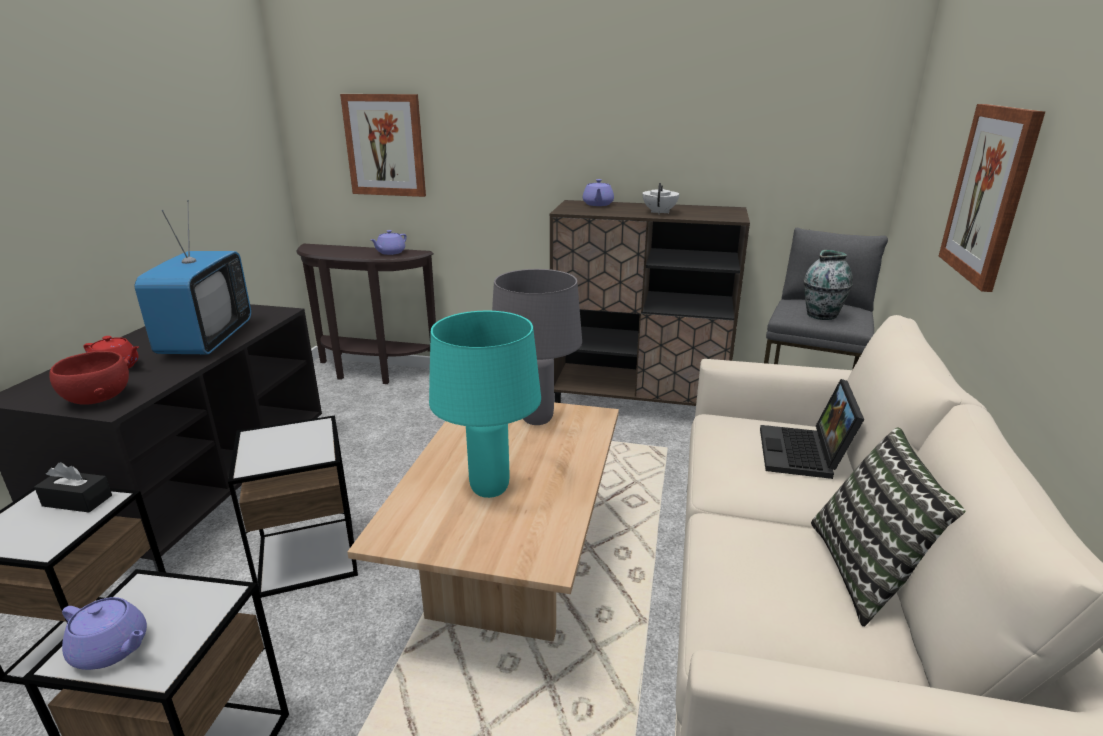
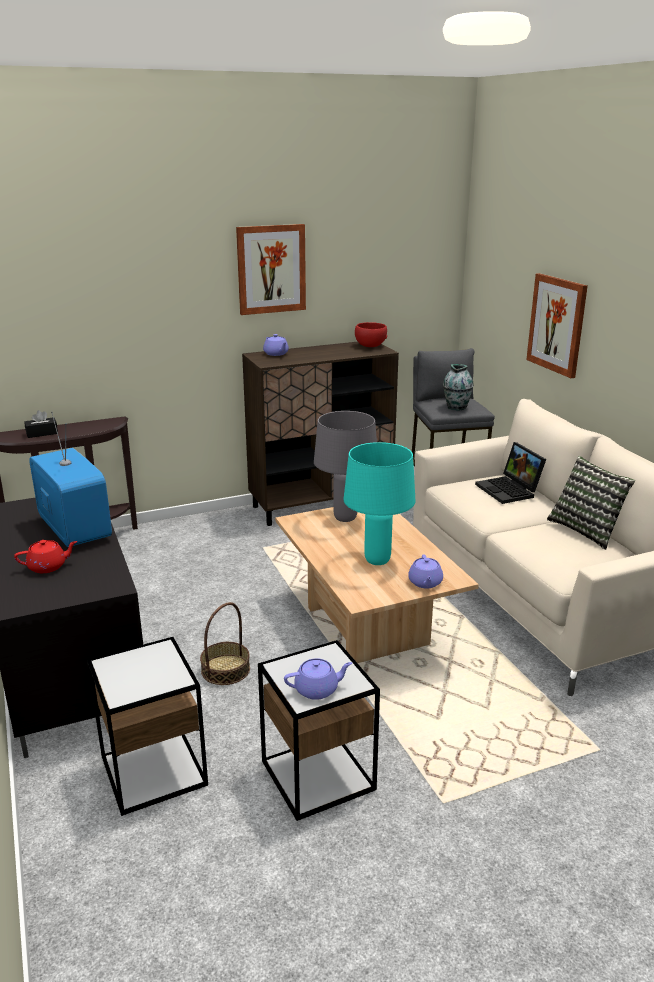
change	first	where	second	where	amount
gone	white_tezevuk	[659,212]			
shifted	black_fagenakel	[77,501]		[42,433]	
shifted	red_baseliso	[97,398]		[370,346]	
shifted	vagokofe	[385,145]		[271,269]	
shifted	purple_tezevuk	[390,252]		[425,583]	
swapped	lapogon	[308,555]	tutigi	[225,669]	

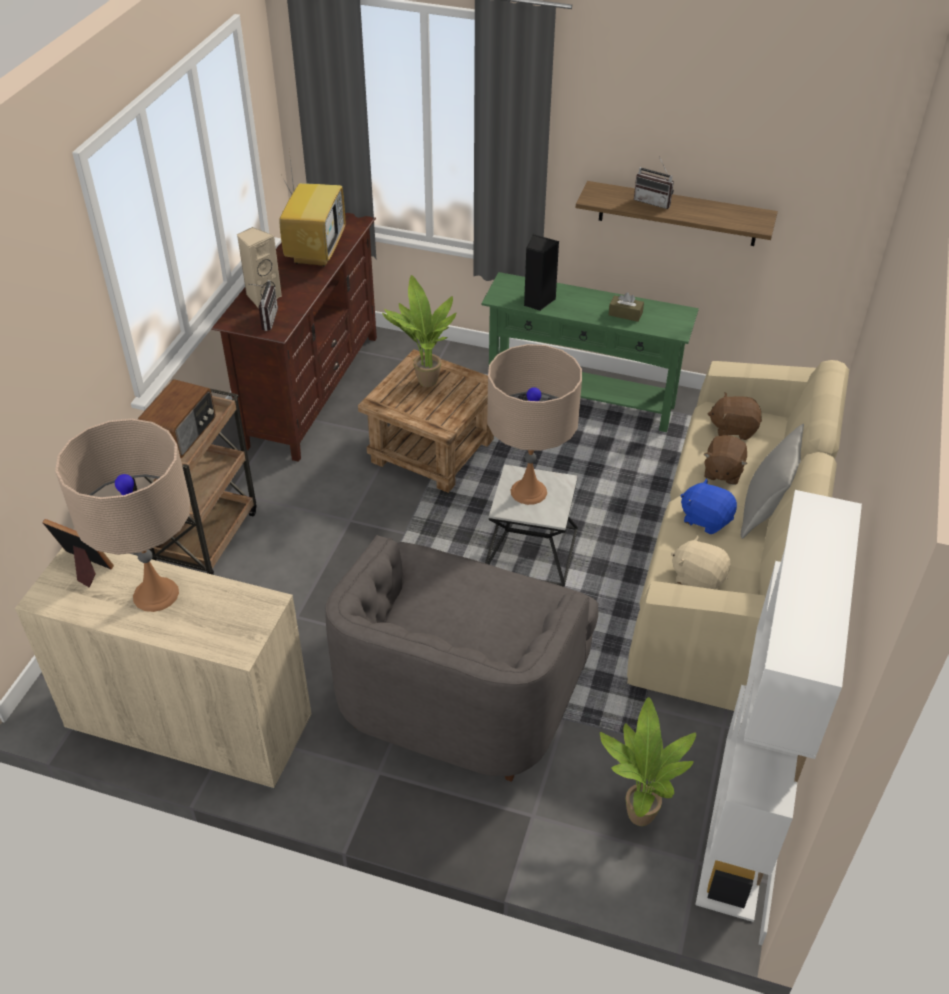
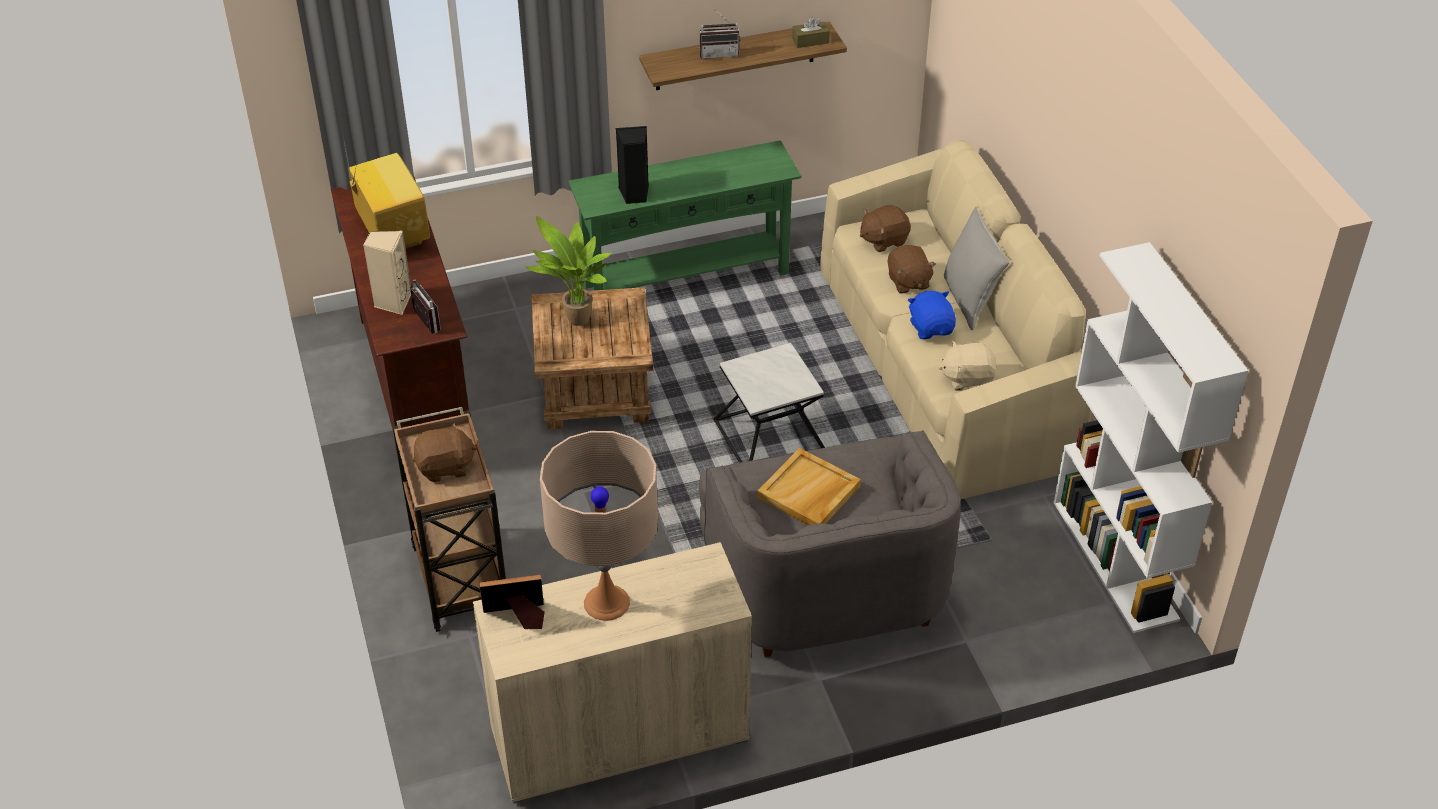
change	first	where	second	where	amount
gone	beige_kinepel	[529,491]			
gone	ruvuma	[635,815]			
new			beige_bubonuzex	[809,493]	
shifted	brown_fagenakel	[625,314]		[810,41]	
swapped	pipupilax	[182,433]	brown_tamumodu	[445,467]	
rotated	blue_tamumodu	[706,519]		[931,328]	75 degrees clockwise

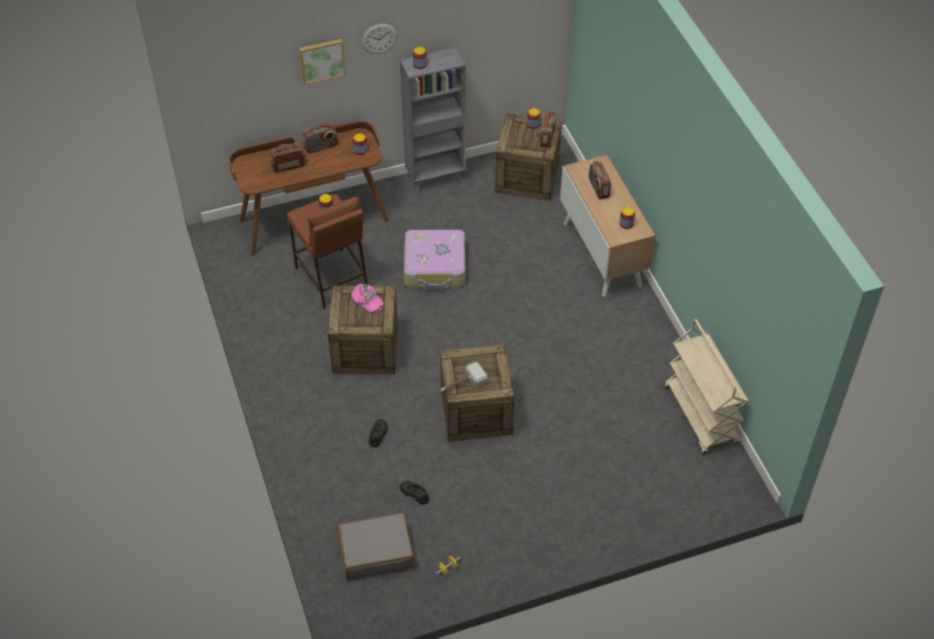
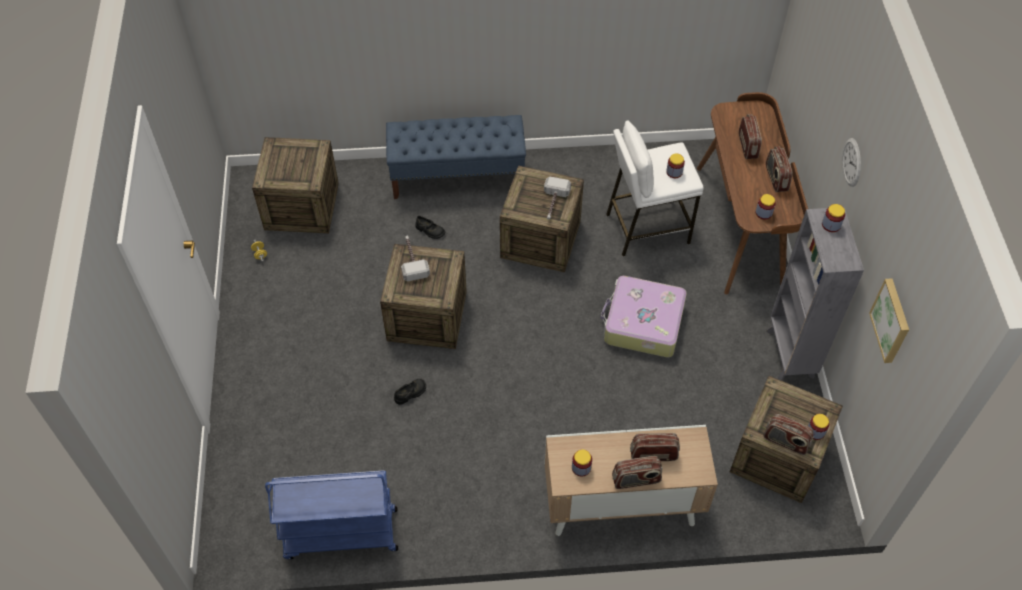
change	first	where	second	where	amount
new			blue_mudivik	[458,177]	
new			pipupilax	[636,480]	
shifted	vagokofe	[322,60]		[892,320]	
shifted	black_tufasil	[415,493]		[410,393]	
swapped	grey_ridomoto	[376,552]	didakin	[301,206]	
swapped	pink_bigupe	[367,300]	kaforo	[553,203]	
repainted	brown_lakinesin	[332,279]	white_lakinesin	[647,228]	
repainted	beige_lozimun	[701,415]	blue_lozimun	[340,534]	

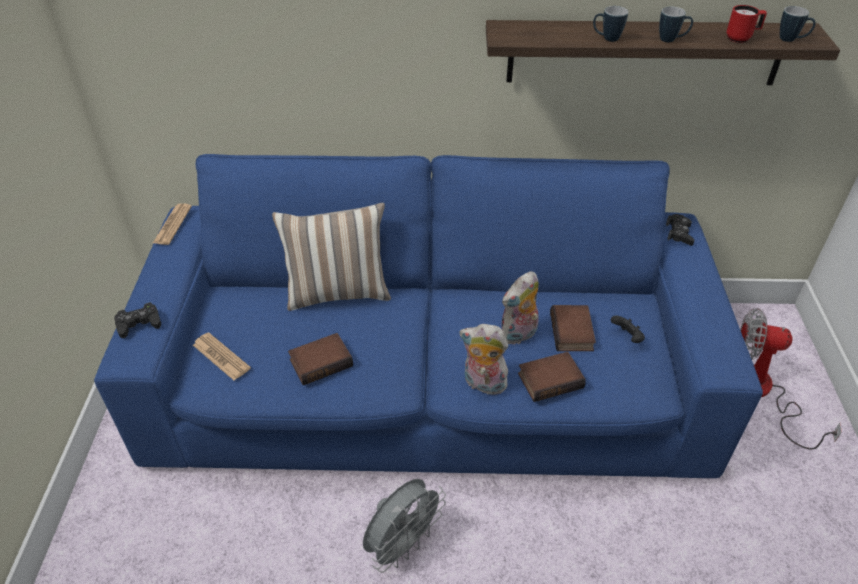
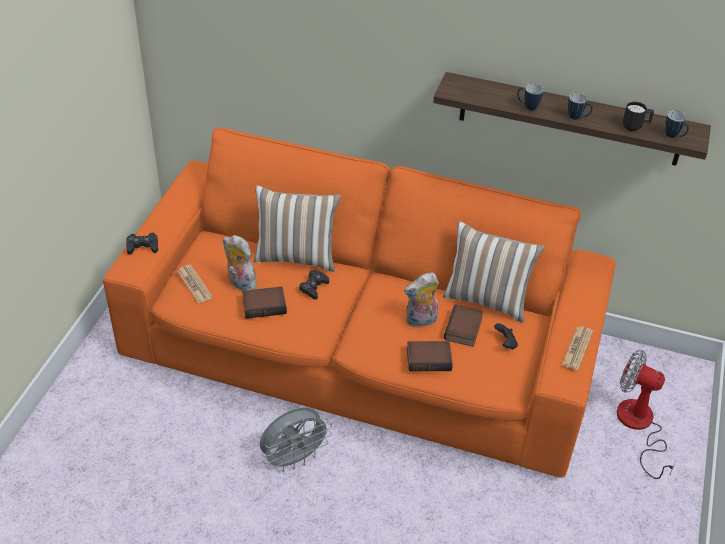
change	first	where	second	where	amount
new			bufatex	[487,299]	
shifted	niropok	[172,225]		[577,348]	
shifted	tamumodu	[483,384]		[239,283]	
shifted	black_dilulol	[679,234]		[314,287]	
repainted	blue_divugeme	[429,385]	orange_divugeme	[359,350]	
repainted	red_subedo	[742,38]	black_subedo	[635,127]	

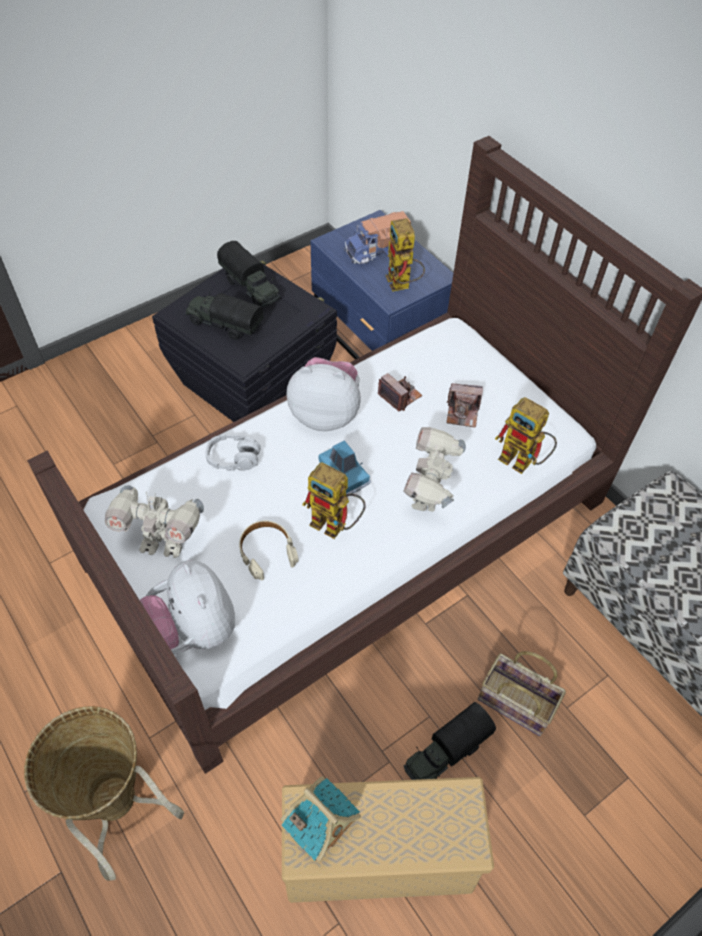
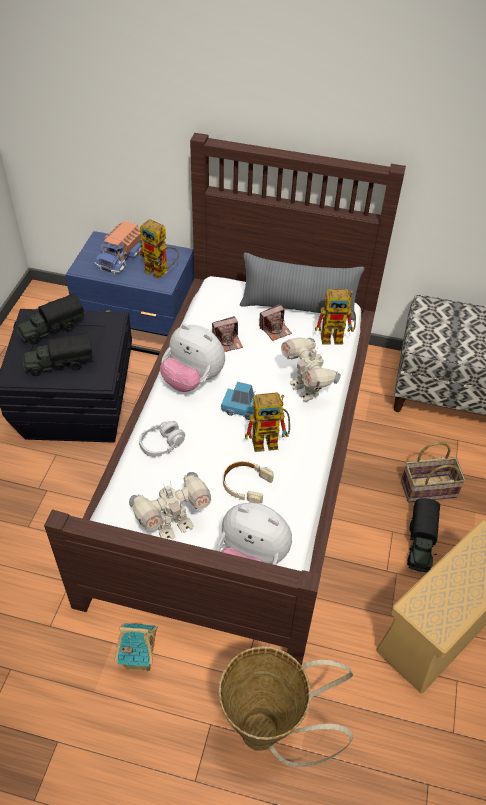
change	first	where	second	where	amount
new			grey_bufatex	[298,307]	
shifted	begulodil	[320,829]		[138,658]	
rotated	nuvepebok	[251,288]		[51,329]	135 degrees clockwise
rotated	tamumodu	[326,414]		[192,379]	120 degrees counterclockwise
rotated	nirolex	[399,396]		[227,341]	150 degrees clockwise

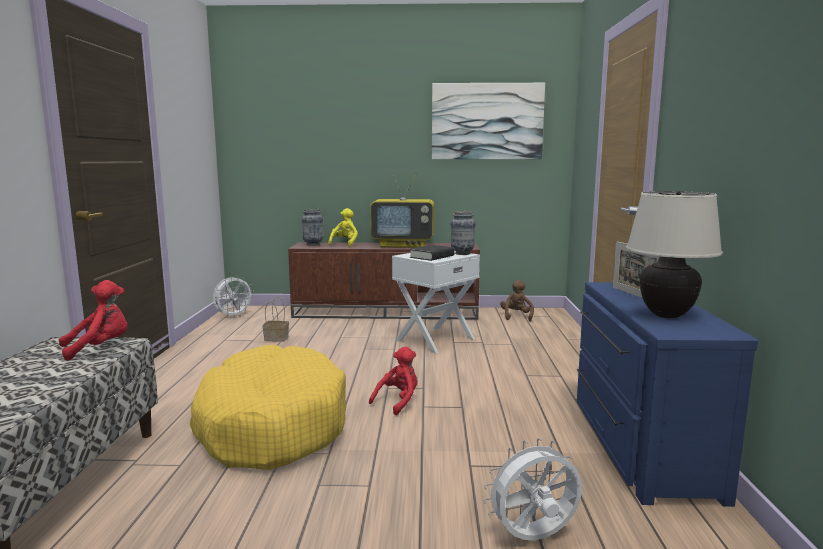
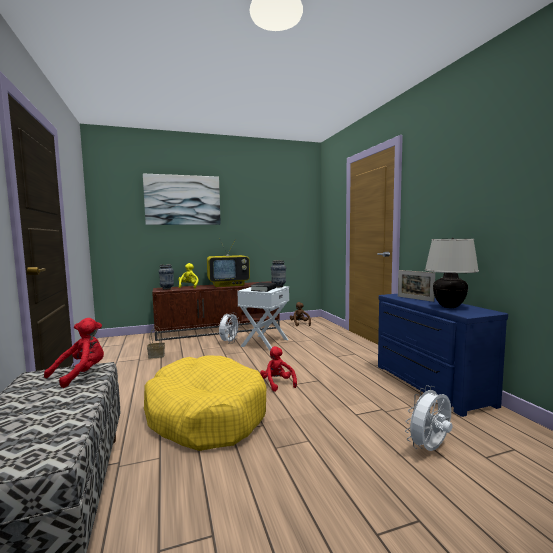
change	first	where	second	where	amount
shifted	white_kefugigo	[233,316]		[229,342]	
shifted	vagokofe	[487,121]		[183,200]	
rotated	red_tamumodu	[398,402]		[277,384]	45 degrees counterclockwise

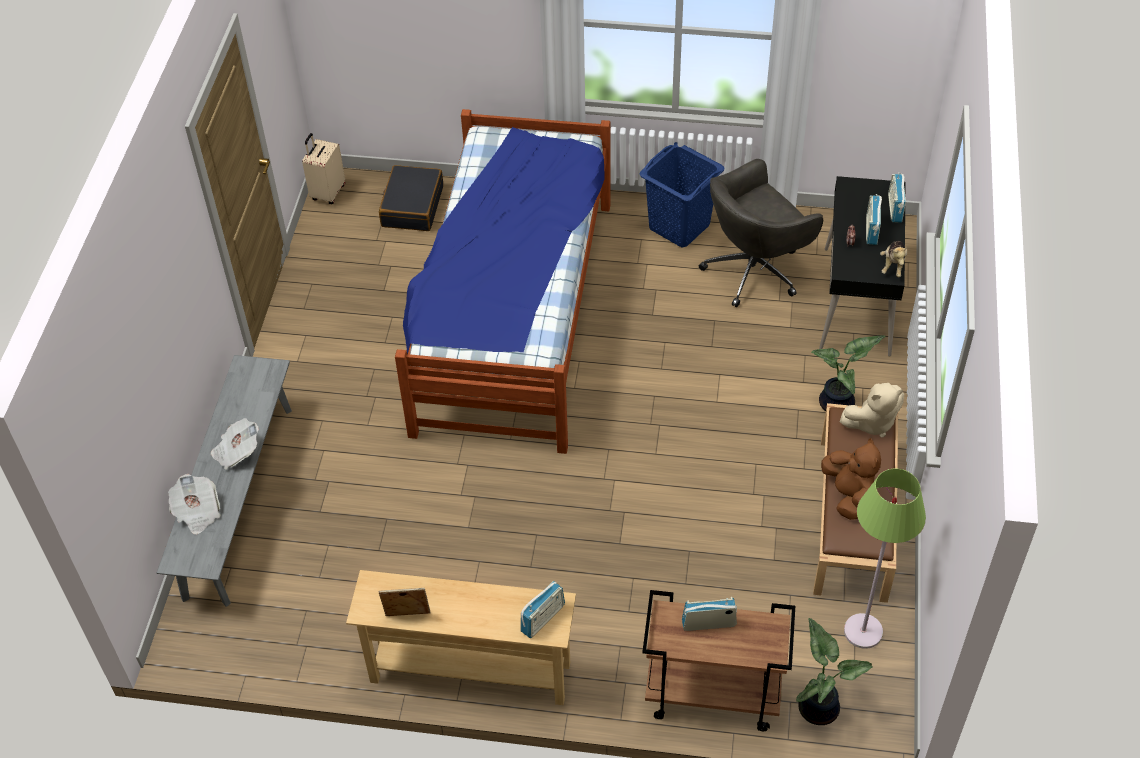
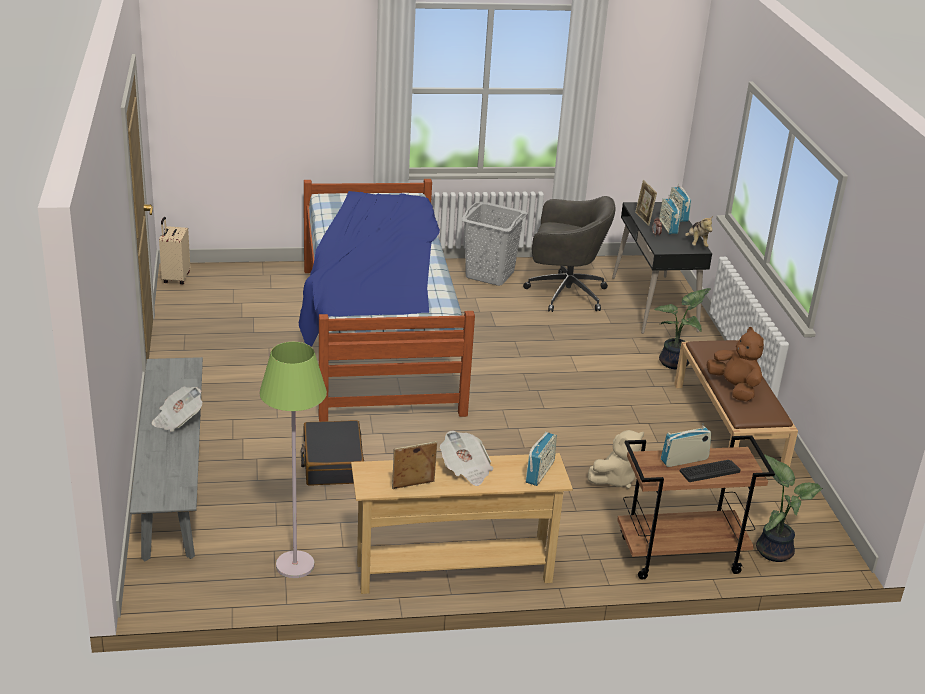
change	first	where	second	where	amount
new			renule	[643,219]	
new			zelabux	[709,471]	
shifted	niropok	[197,512]		[466,470]	
shifted	black_ridomoto	[412,206]		[332,463]	
shifted	beige_tamumodu	[872,422]		[615,479]	
shifted	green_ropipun	[862,631]		[294,565]	
repainted	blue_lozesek	[679,227]	grey_lozesek	[490,275]	
rotated	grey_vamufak	[755,269]		[564,293]	120 degrees counterclockwise

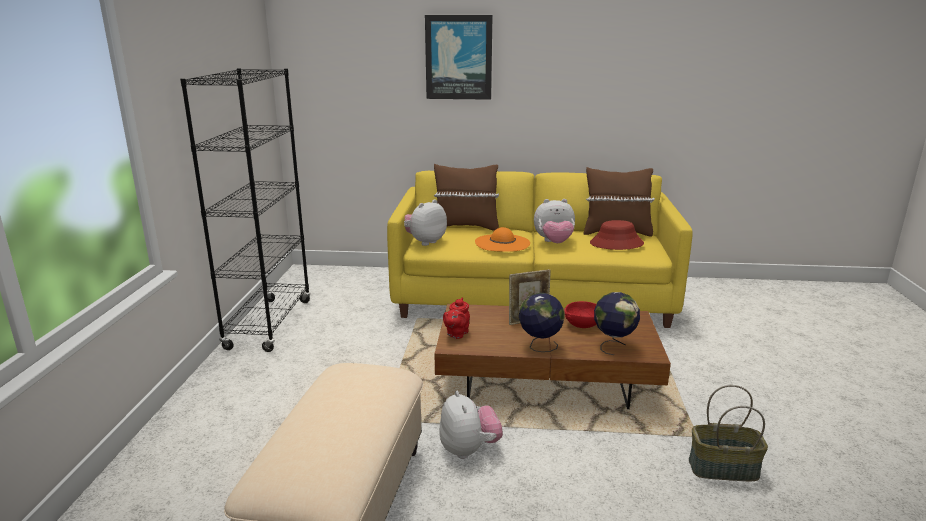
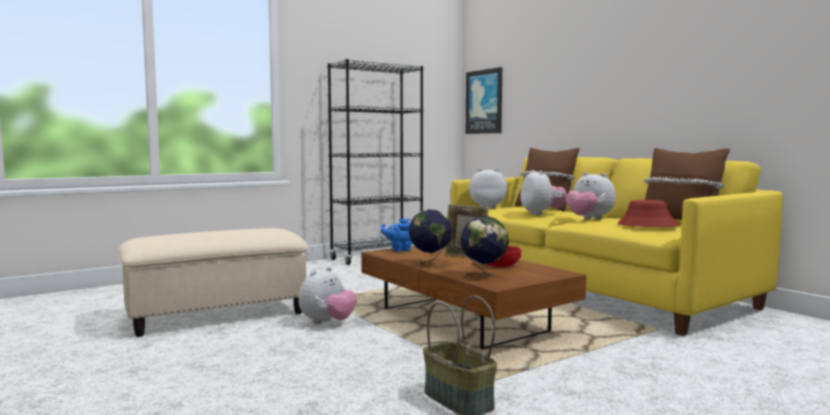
change	first	where	second	where	amount
shifted	vagokofe	[458,57]		[484,102]	
swapped	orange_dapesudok	[502,243]	tamumodu	[541,214]	
repainted	red_tezevuk	[456,334]	blue_tezevuk	[399,250]	

